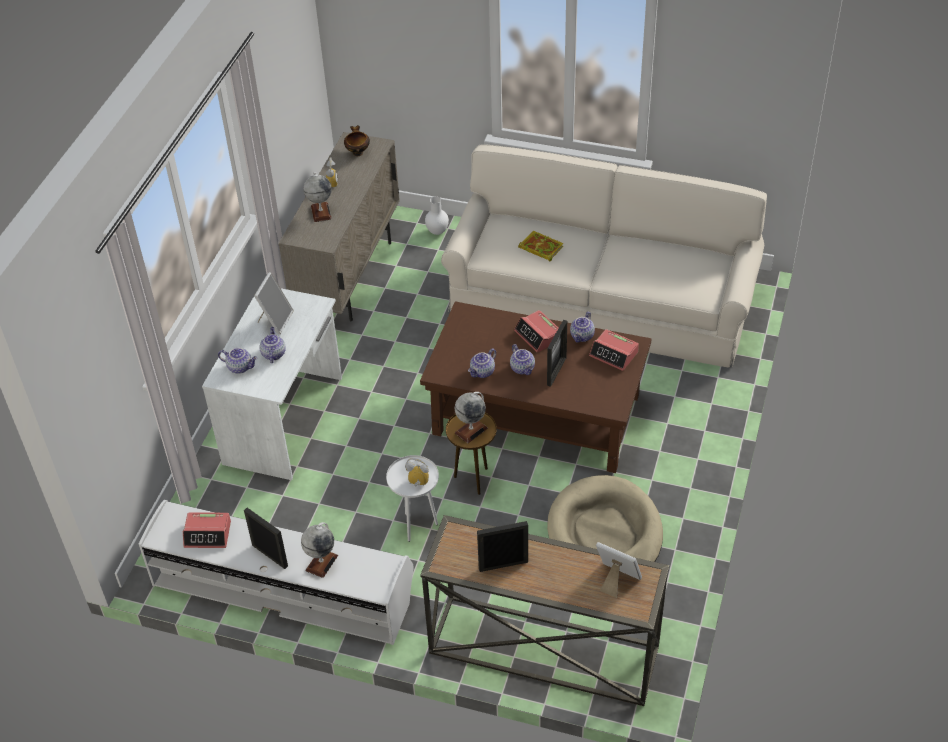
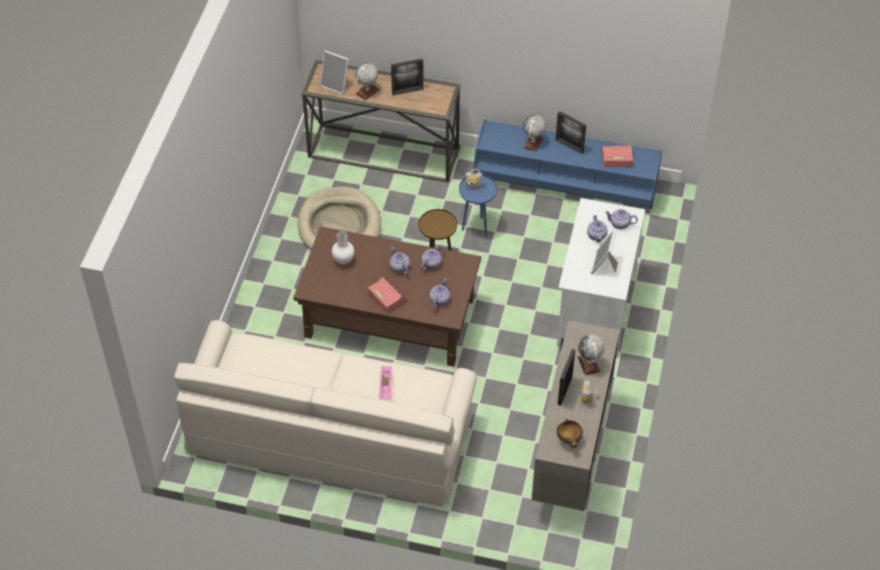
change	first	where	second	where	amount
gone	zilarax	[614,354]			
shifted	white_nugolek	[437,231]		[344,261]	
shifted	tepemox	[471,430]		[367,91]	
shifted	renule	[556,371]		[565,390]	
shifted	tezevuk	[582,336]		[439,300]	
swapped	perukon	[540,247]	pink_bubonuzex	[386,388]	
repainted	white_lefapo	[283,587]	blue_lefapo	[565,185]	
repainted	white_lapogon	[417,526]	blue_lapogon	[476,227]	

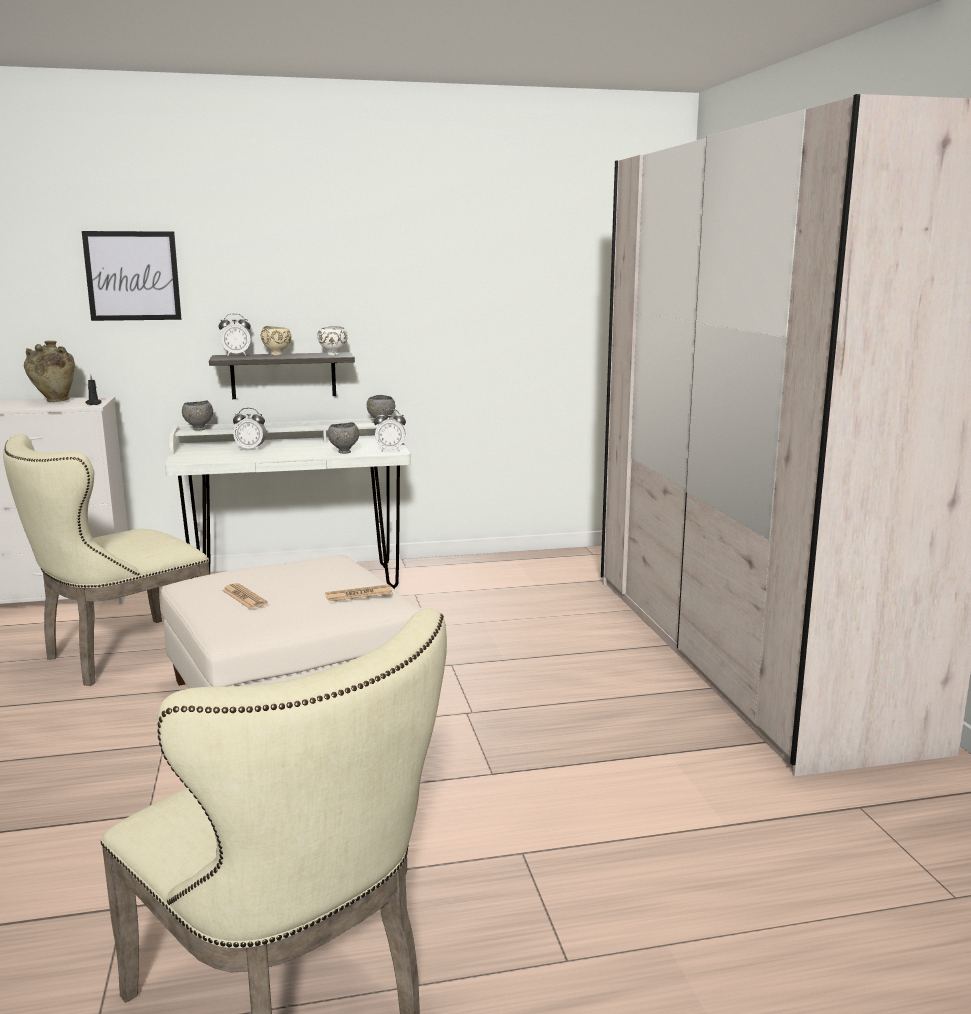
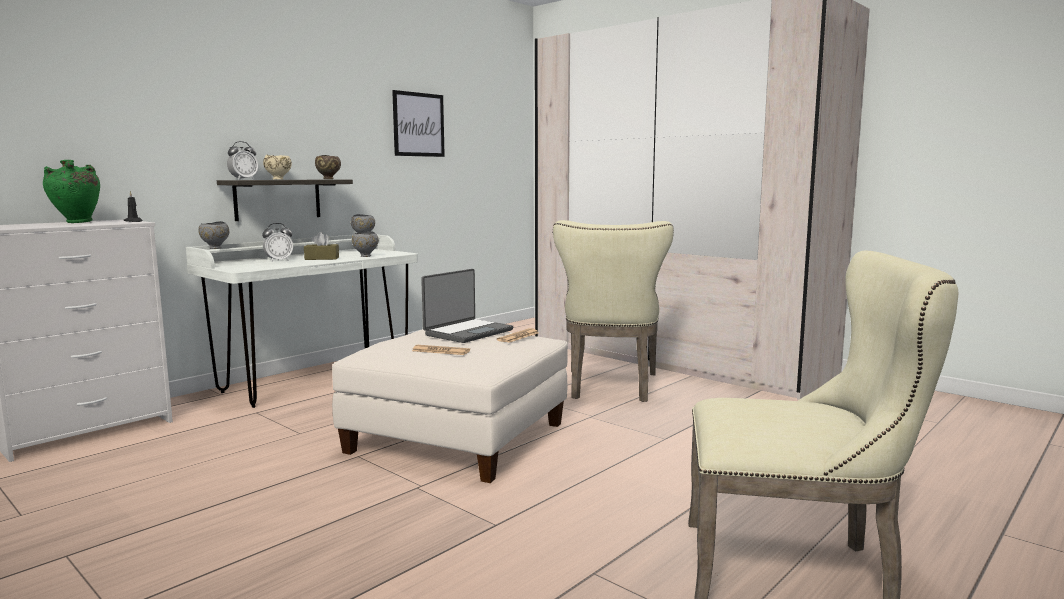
change	first	where	second	where	amount
gone	zilarax	[390,450]			
new			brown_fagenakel	[322,258]	
new			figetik	[467,332]	
shifted	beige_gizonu	[118,655]		[611,388]	
shifted	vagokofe	[132,276]		[418,124]	
repainted	beige_nugolek	[54,401]	green_nugolek	[76,222]	
repainted	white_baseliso	[333,355]	brown_baseliso	[328,179]	

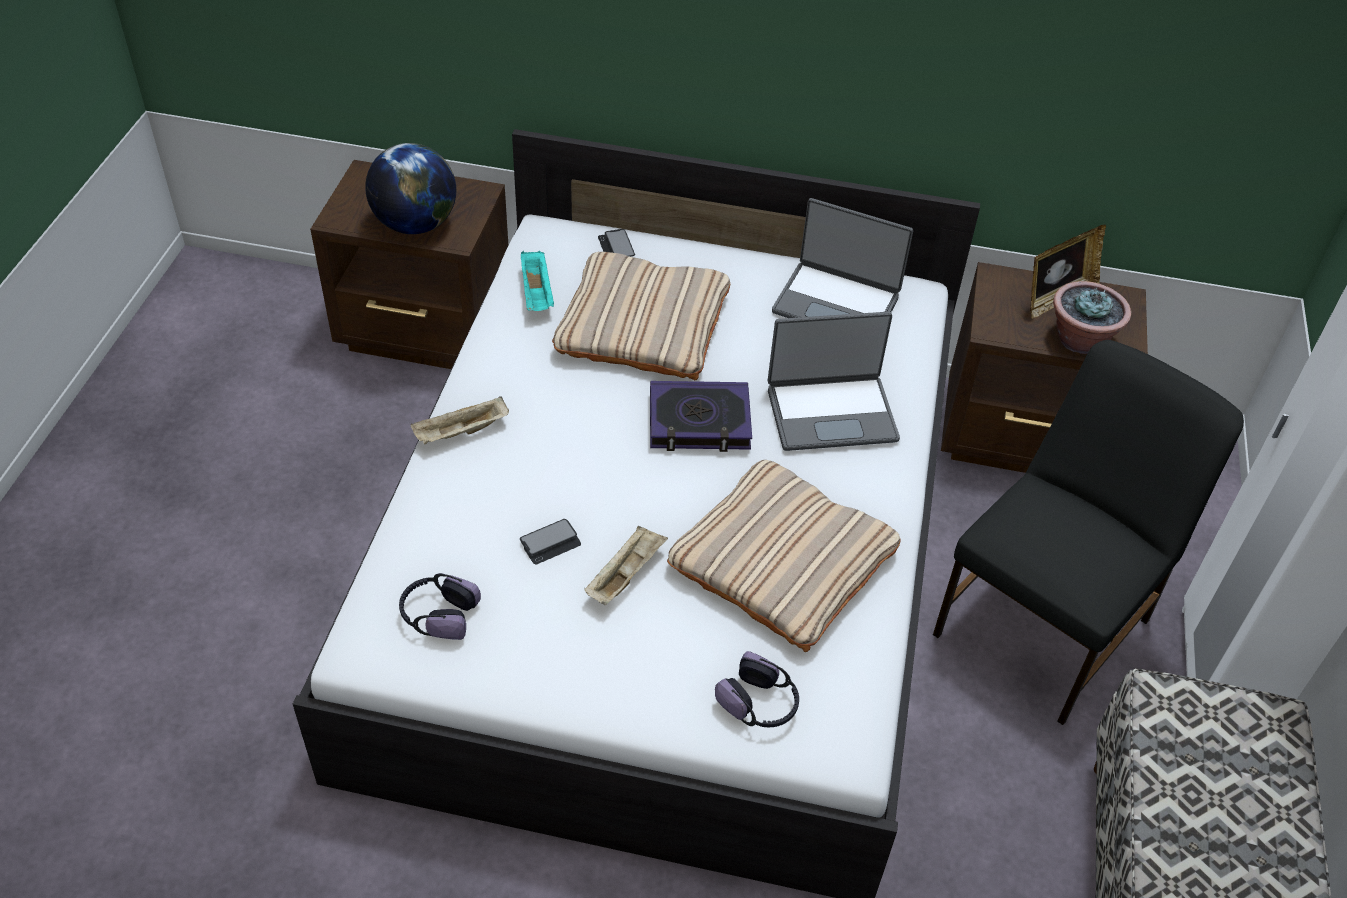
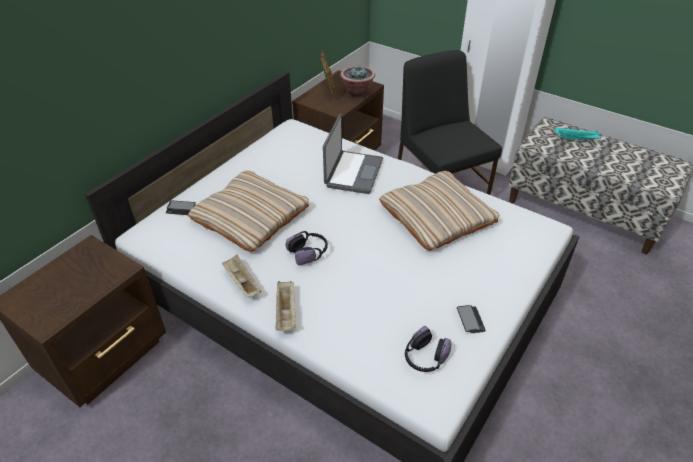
change	first	where	second	where	amount
gone	tepemox	[415,224]			
gone	perukon	[699,422]			
gone	figetik	[837,303]			
shifted	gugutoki	[550,543]		[470,319]	
shifted	turquoise_bubonuzex	[537,293]		[576,140]	
shifted	beige_bubonuzex	[625,575]		[242,283]	
shifted	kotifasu	[759,704]		[308,252]	

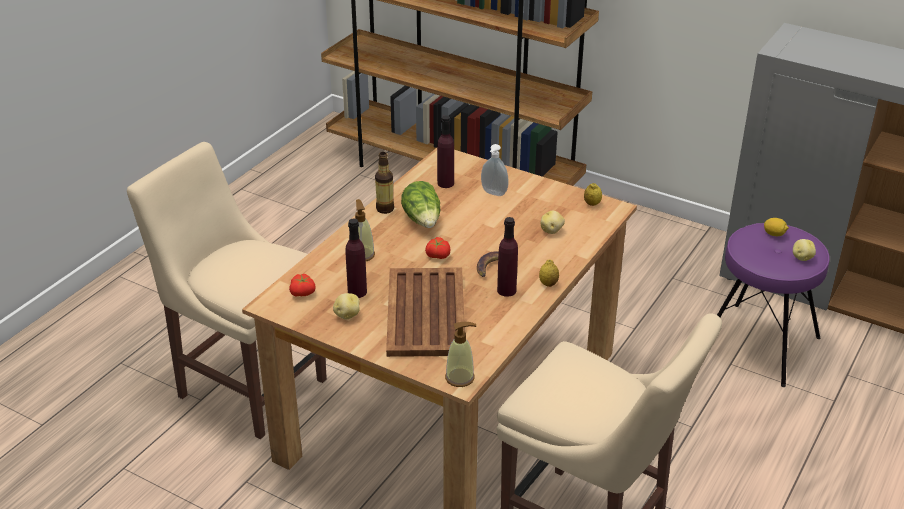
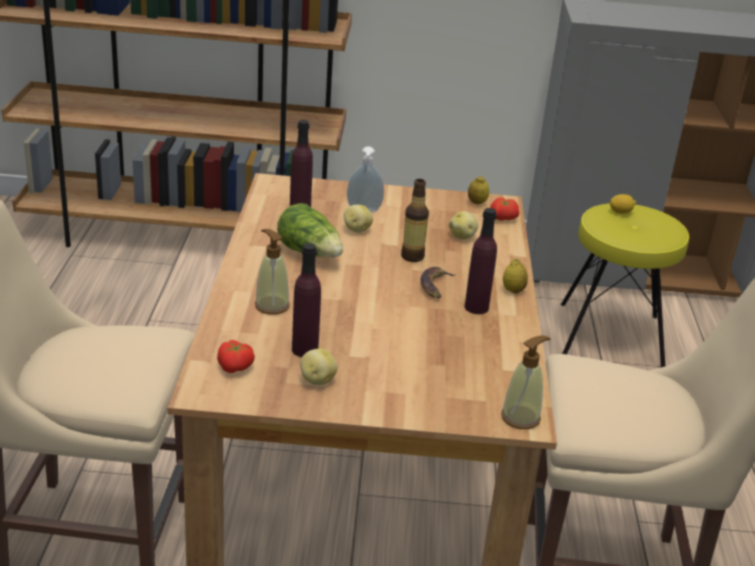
change	first	where	second	where	amount
gone	brown_bubonuzex	[425,314]			
shifted	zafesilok	[385,209]		[412,257]	
shifted	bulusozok	[437,255]		[502,218]	
shifted	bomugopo	[801,258]		[356,229]	
repainted	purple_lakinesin	[759,343]	yellow_lakinesin	[611,335]	

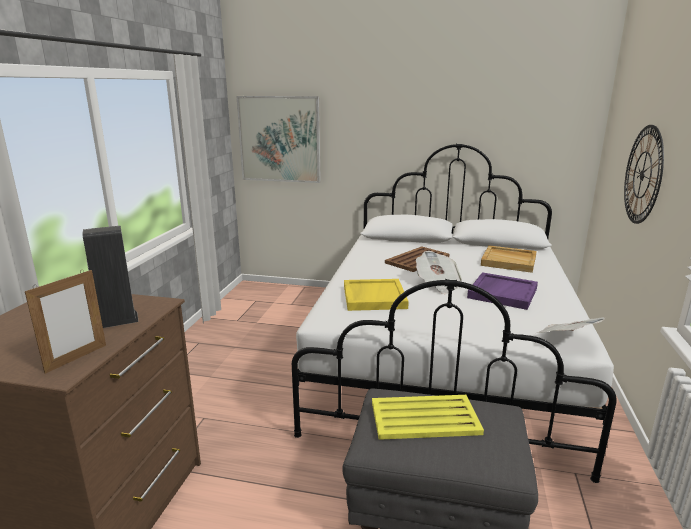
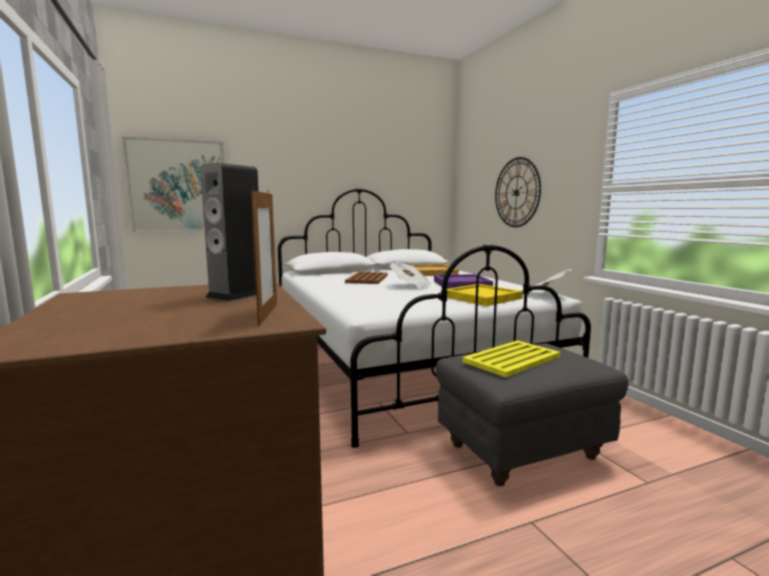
change	first	where	second	where	amount
shifted	yellow_bubonuzex	[373,297]		[481,297]	

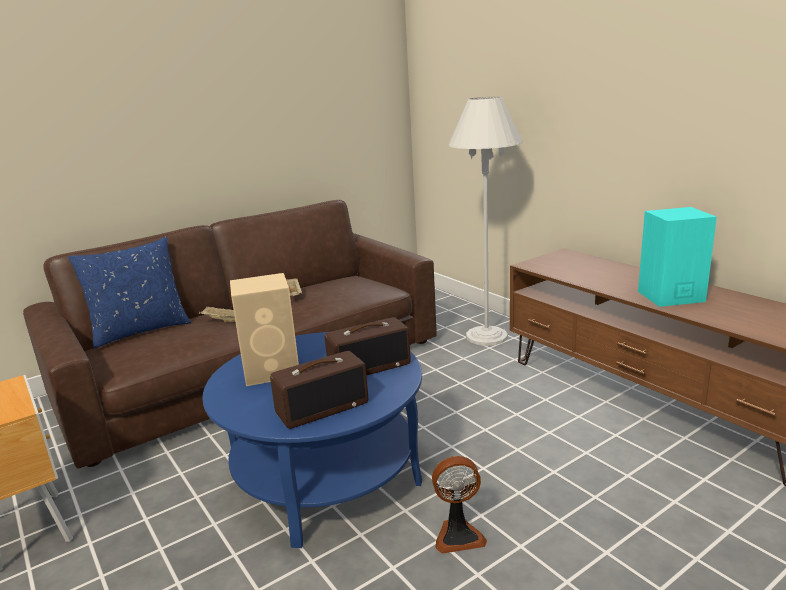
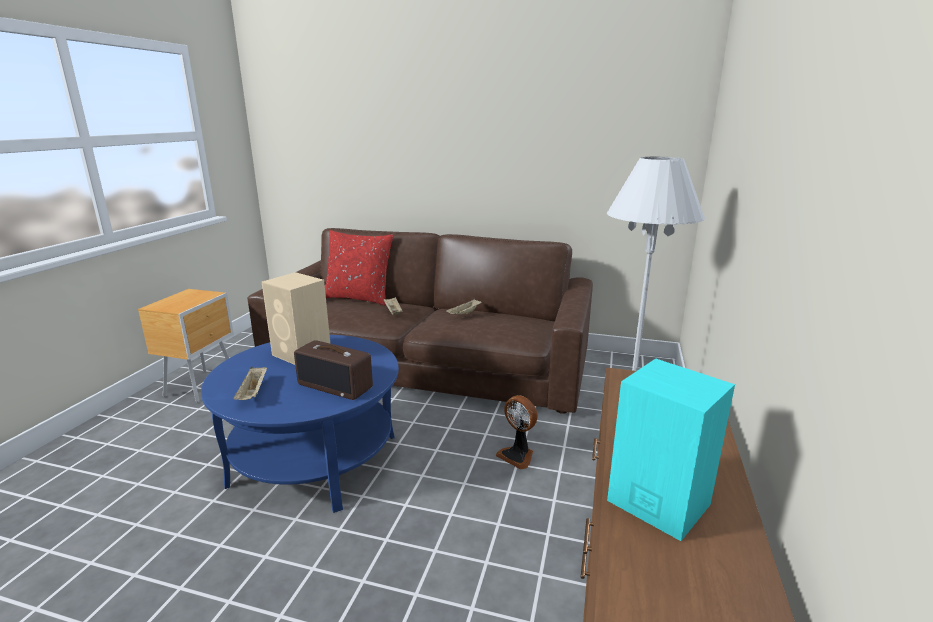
change	first	where	second	where	amount
shifted	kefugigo	[458,535]		[517,455]	
swapped	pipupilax	[322,407]	beige_bubonuzex	[253,393]	
repainted	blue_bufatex	[140,330]	red_bufatex	[359,298]	

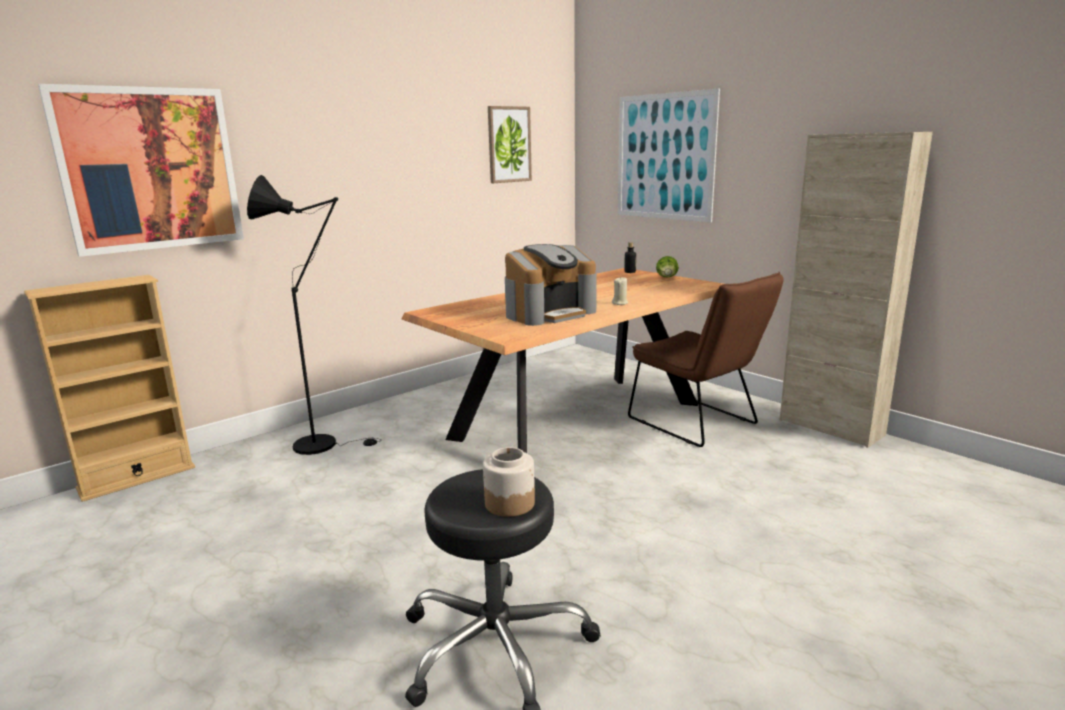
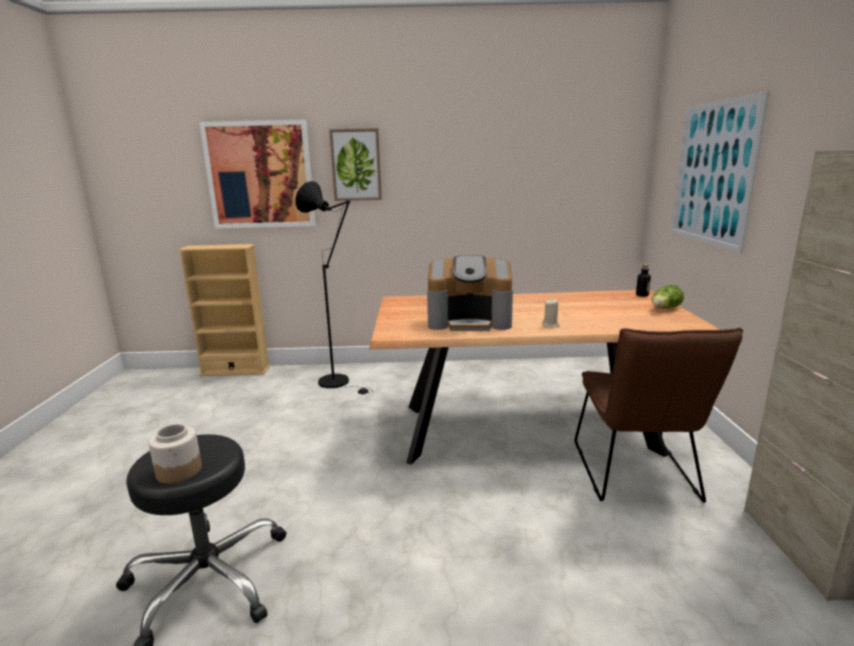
change	first	where	second	where	amount
shifted	vagokofe	[509,144]		[356,165]	

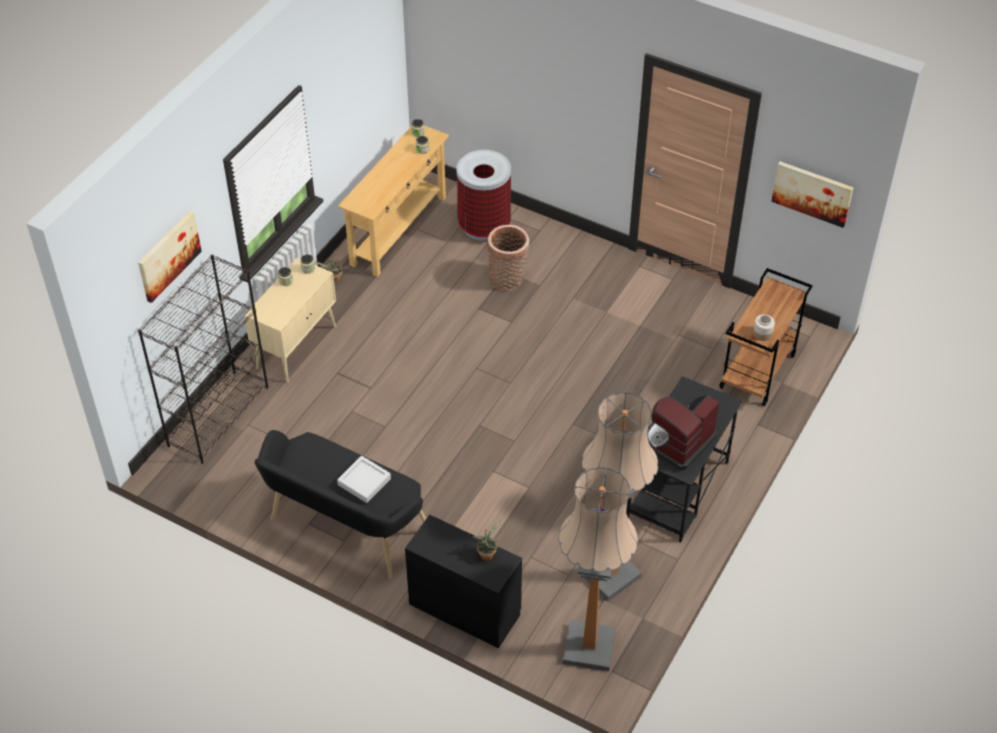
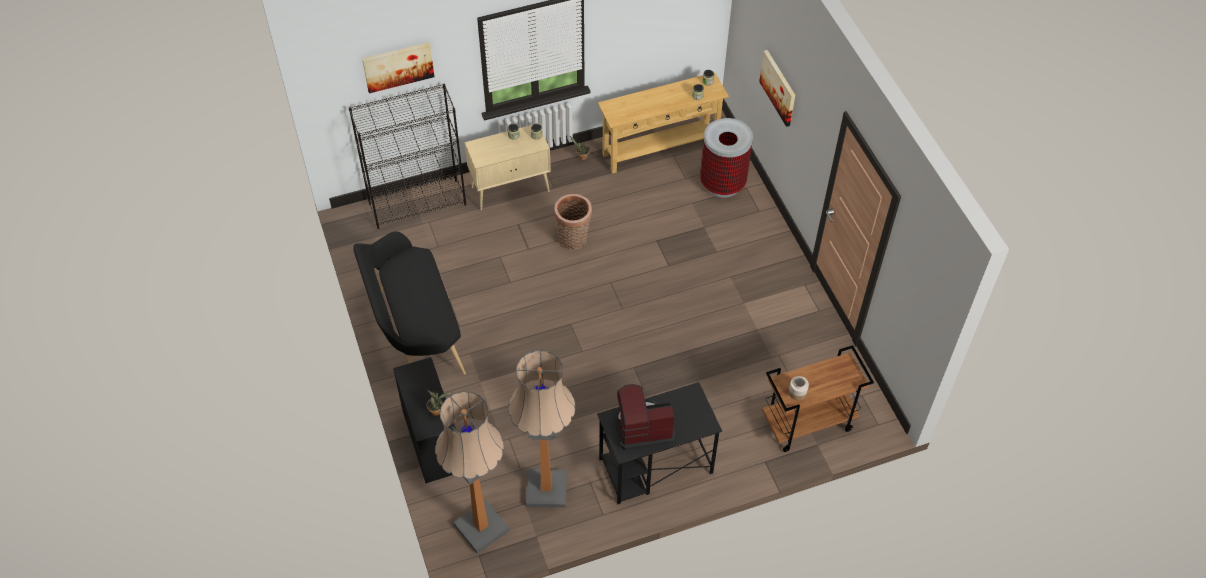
change	first	where	second	where	amount
gone	grey_bubonuzex	[364,482]			
shifted	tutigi	[508,280]		[573,240]	
shifted	vagokofe	[812,193]		[778,87]	

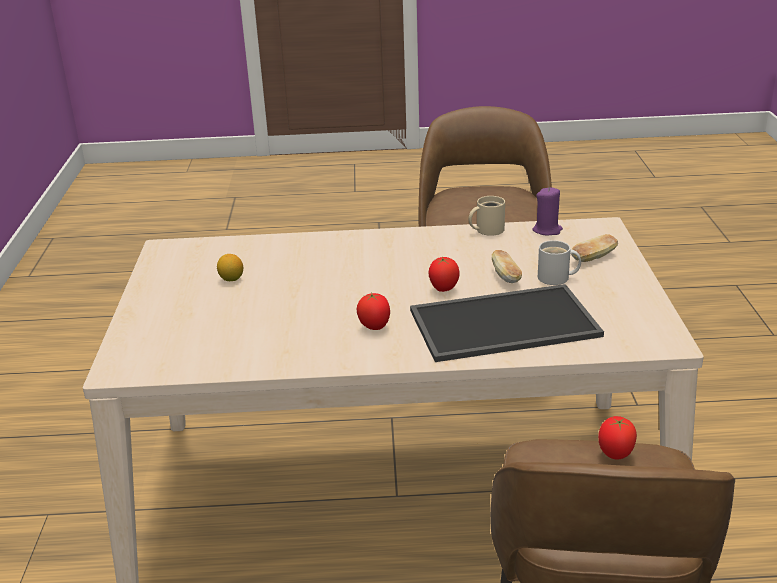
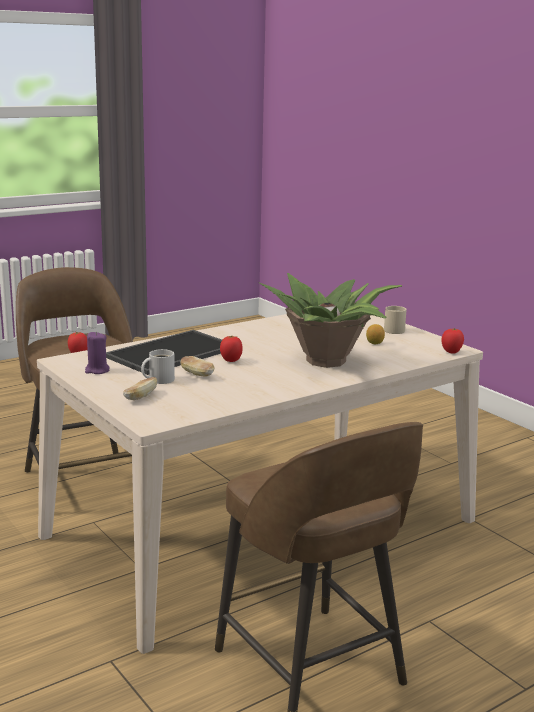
change	first	where	second	where	amount
new			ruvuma	[327,361]	
shifted	bulusozok	[374,327]		[451,352]	
shifted	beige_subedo	[487,229]		[396,330]	
shifted	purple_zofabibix	[547,230]		[97,370]	

